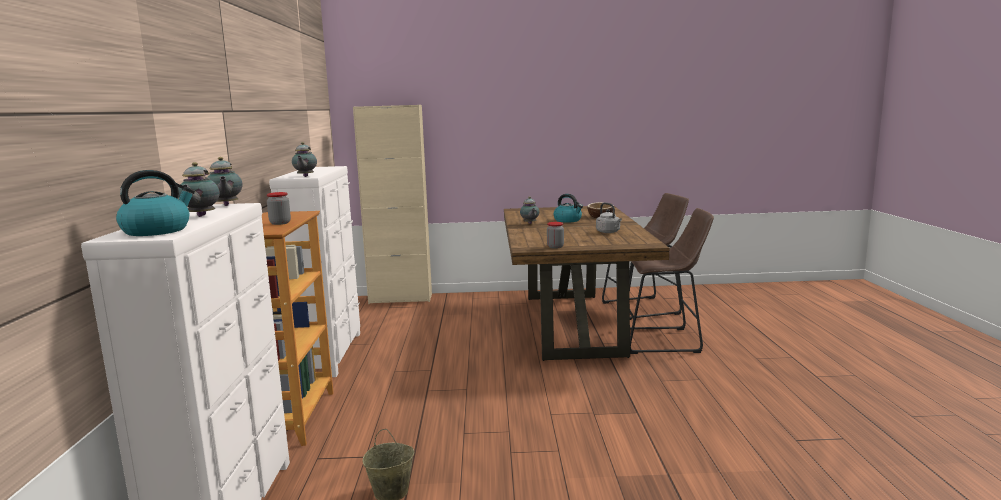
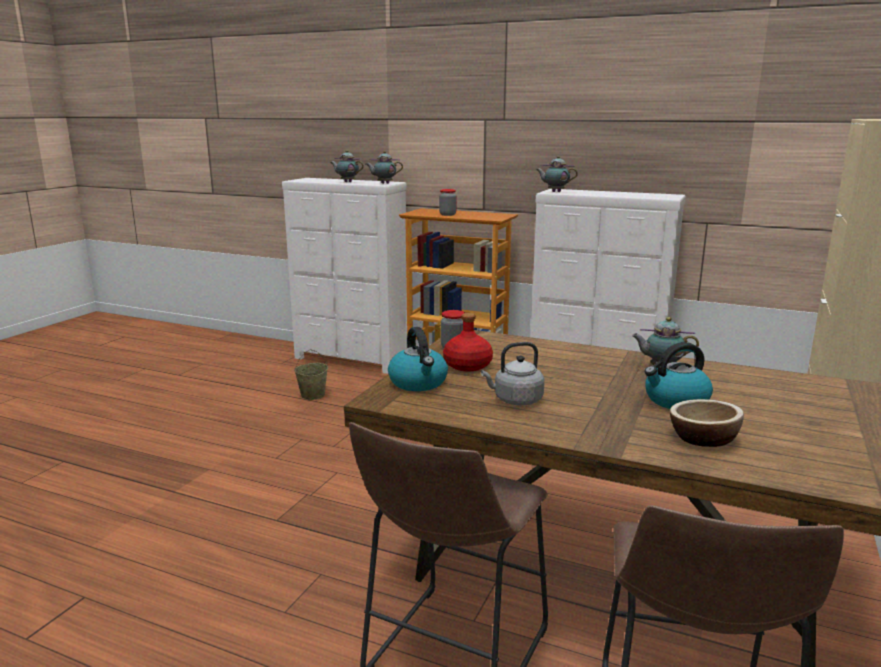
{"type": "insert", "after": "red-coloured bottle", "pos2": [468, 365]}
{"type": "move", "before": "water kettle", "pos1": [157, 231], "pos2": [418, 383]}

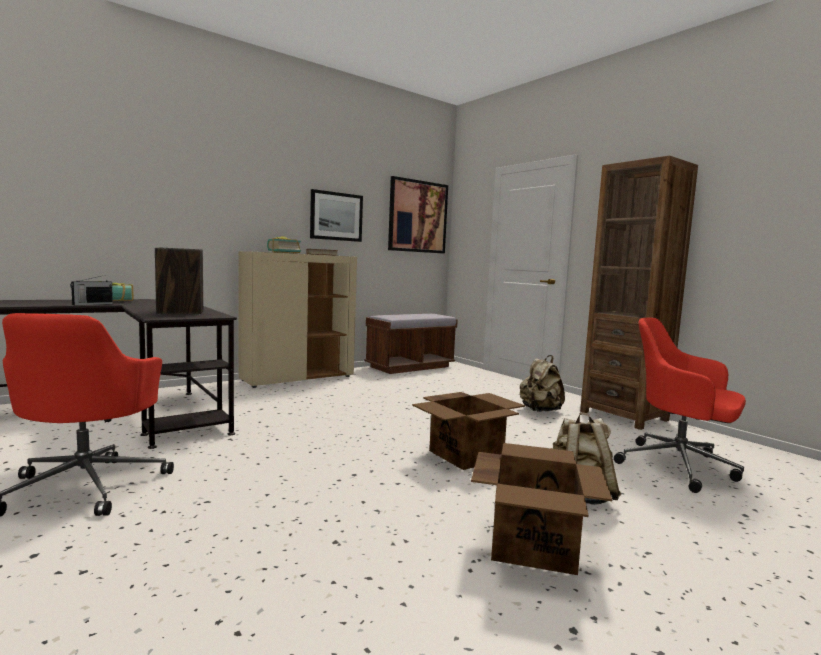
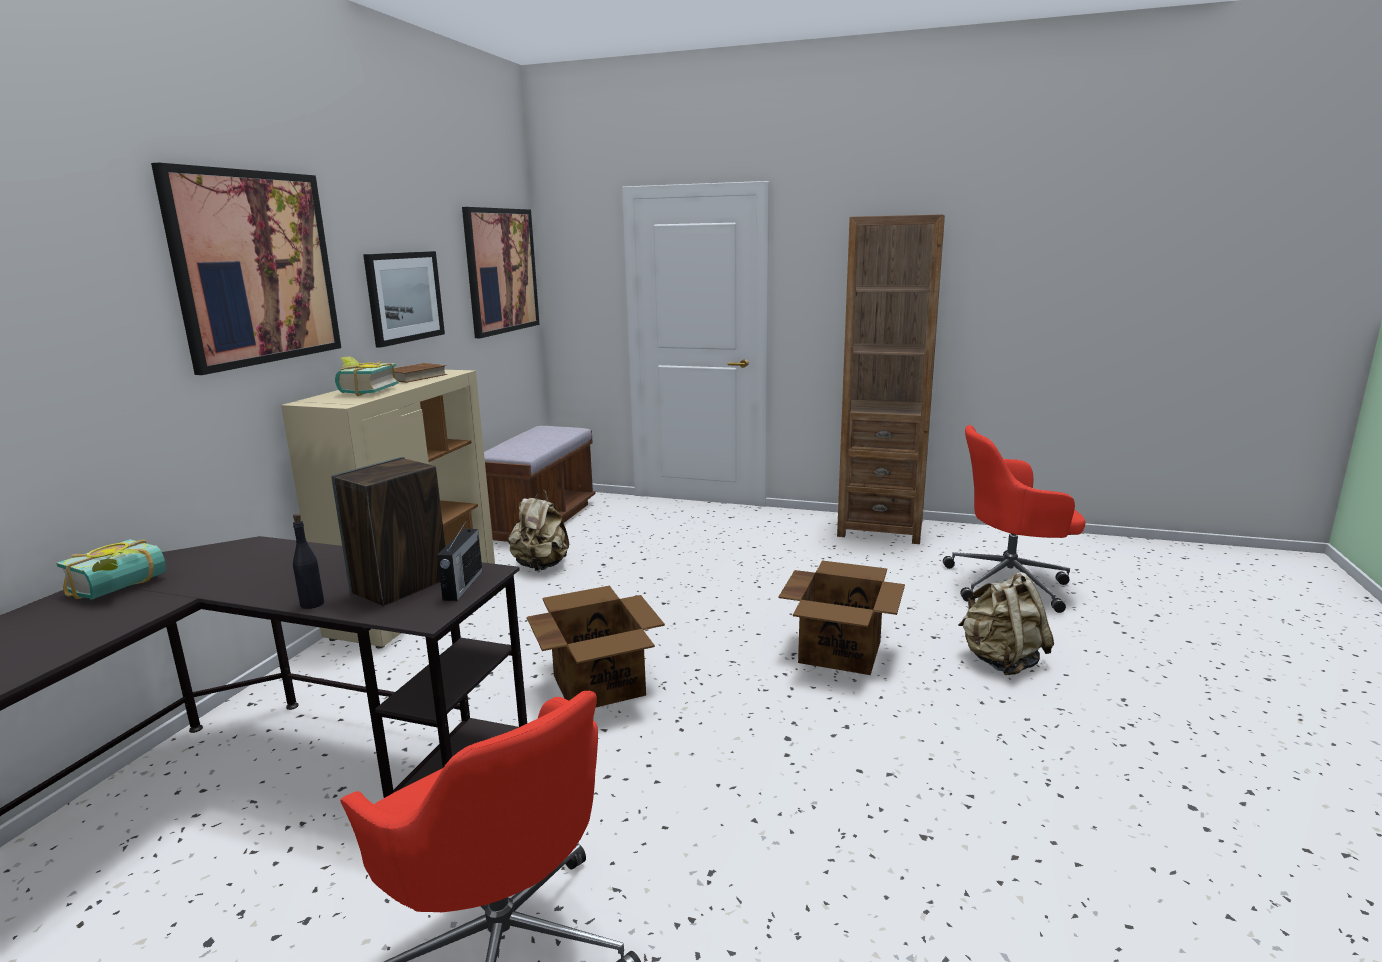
{"type": "insert", "after": "wall picture", "pos2": [255, 268]}
{"type": "insert", "after": "black bottle", "pos2": [312, 604]}
{"type": "move", "before": "radio set", "pos1": [92, 304], "pos2": [462, 586]}
{"type": "move", "before": "cardboard box", "pos1": [533, 544], "pos2": [599, 684]}
{"type": "move", "before": "beige-coloured backpack", "pos1": [540, 411], "pos2": [541, 566]}

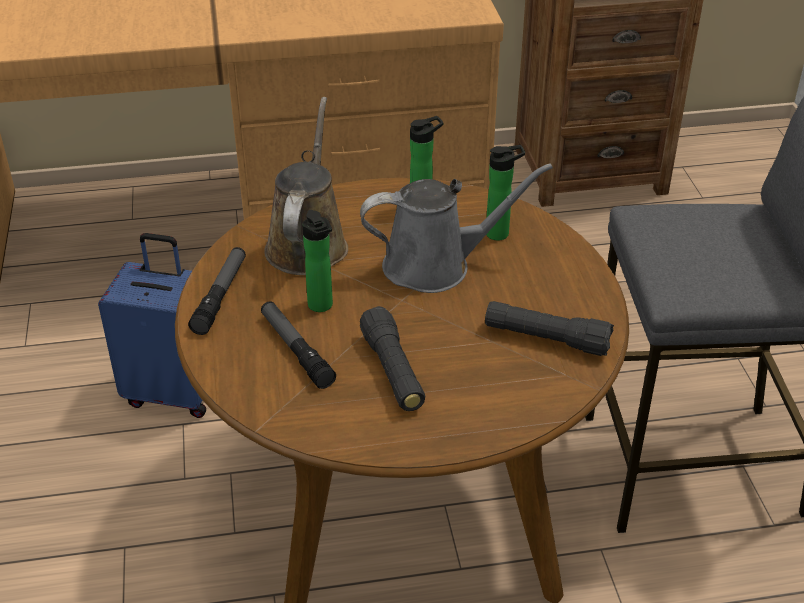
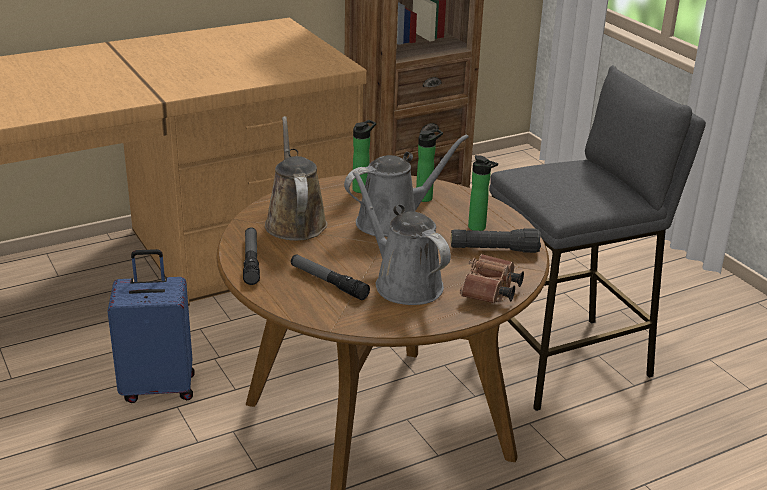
{"type": "insert", "after": "brownish binoculars", "pos2": [490, 292]}
{"type": "move", "before": "bottle", "pos1": [322, 307], "pos2": [479, 228]}
{"type": "replace", "before": "black hand torch", "after": "gray watering can", "pos1": [393, 371], "pos2": [404, 283]}

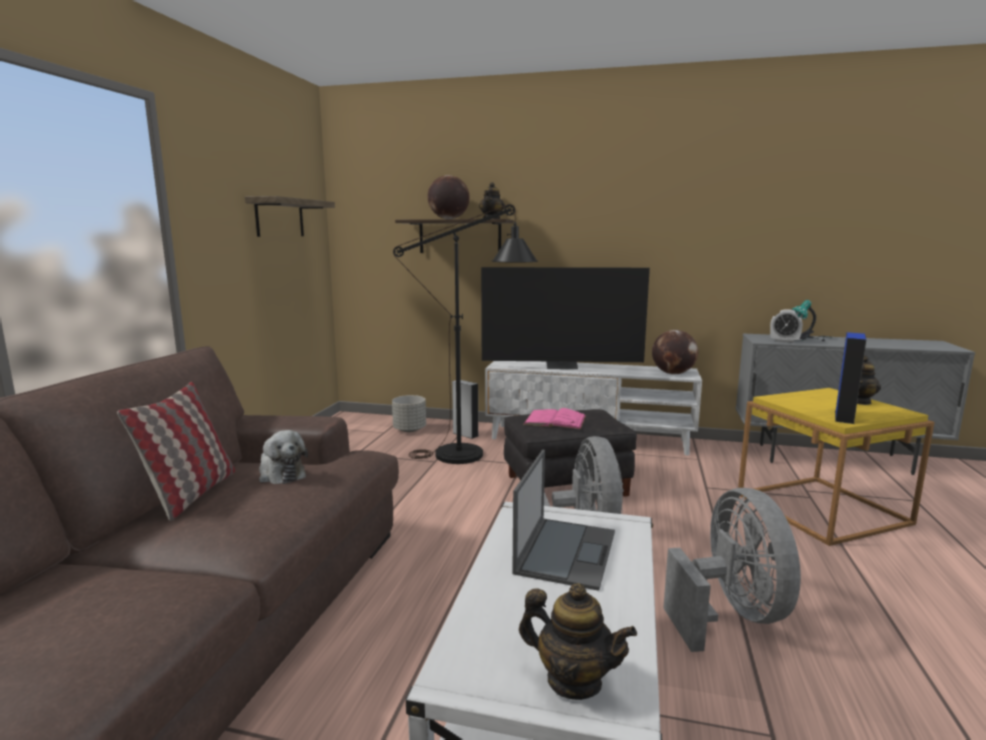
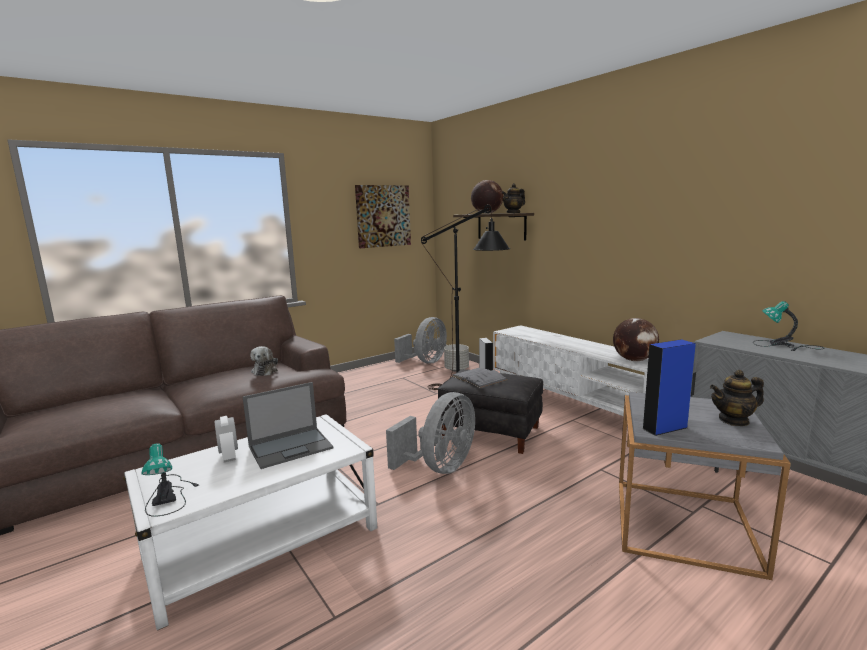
{"type": "delete", "before": "pillow", "pos1": [191, 494]}
{"type": "delete", "before": "television", "pos1": [562, 366]}
{"type": "move", "before": "gray electric fan", "pos1": [730, 614], "pos2": [425, 362]}
{"type": "move", "before": "table clock", "pos1": [784, 341], "pos2": [229, 456]}
{"type": "replace", "before": "bracket shelf", "after": "wall picture", "pos1": [280, 218], "pos2": [383, 216]}
{"type": "replace", "before": "tea pot", "after": "lamp for a table", "pos1": [573, 680], "pos2": [169, 494]}
{"type": "recolor", "before": "pinkish book", "after": "gray book", "pos1": [555, 420], "pos2": [479, 378]}
{"type": "recolor", "before": "yellow accent table", "after": "gray accent table", "pos1": [821, 508], "pos2": [683, 524]}

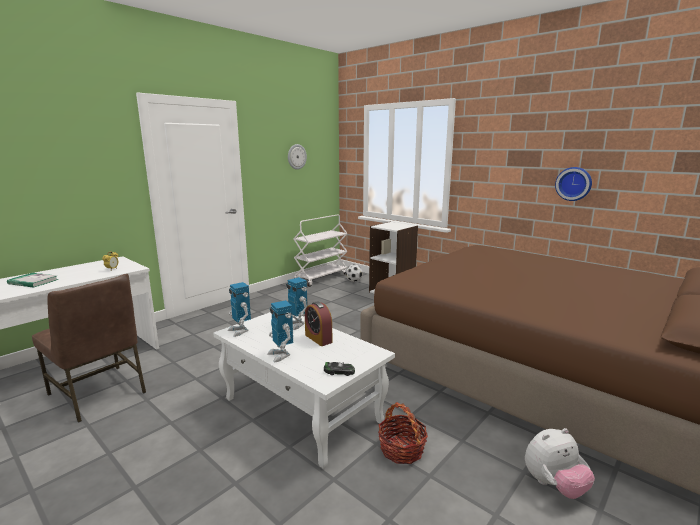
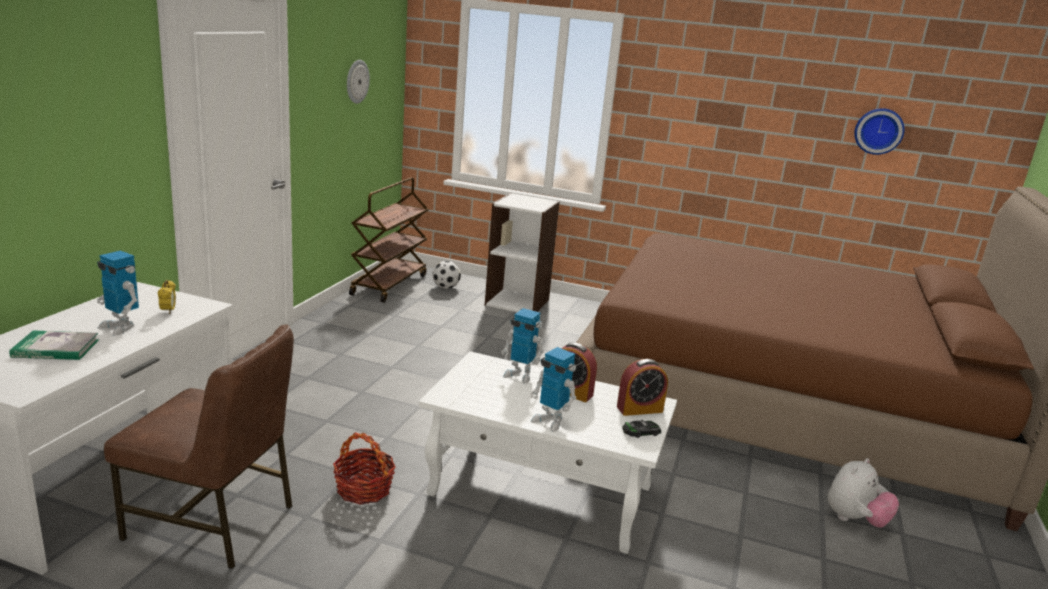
{"type": "insert", "after": "table clock", "pos2": [639, 409]}
{"type": "move", "before": "model robot", "pos1": [240, 331], "pos2": [120, 327]}
{"type": "move", "before": "storage basket", "pos1": [401, 449], "pos2": [363, 489]}
{"type": "move", "before": "hanging clock", "pos1": [574, 183], "pos2": [878, 131]}
{"type": "recolor", "before": "whitish cart", "after": "brownish cart", "pos1": [321, 277], "pos2": [389, 284]}

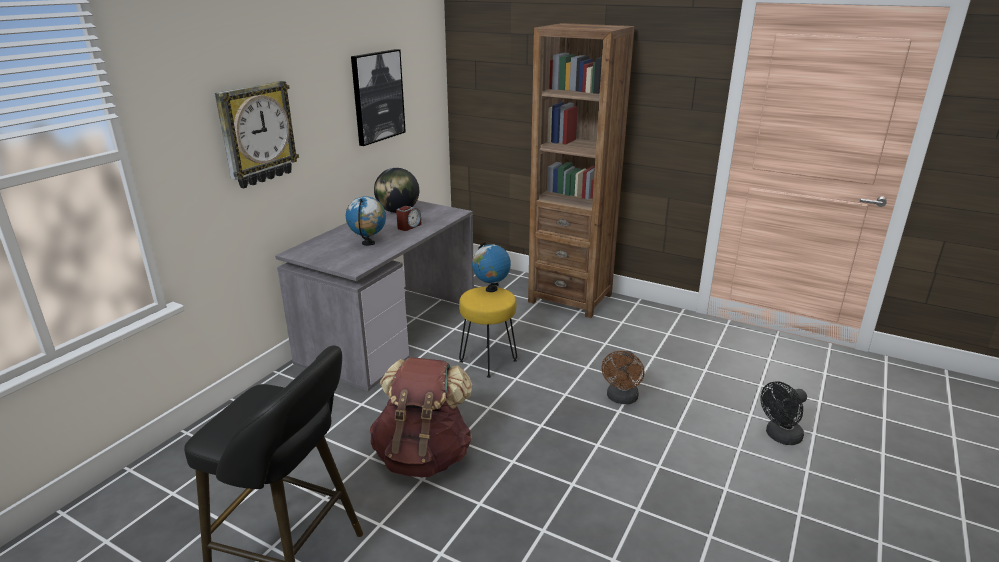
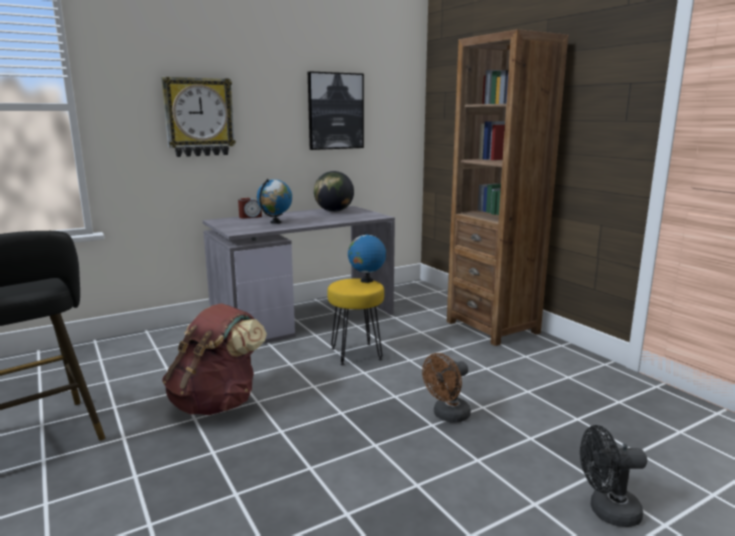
{"type": "move", "before": "table clock", "pos1": [409, 226], "pos2": [250, 217]}

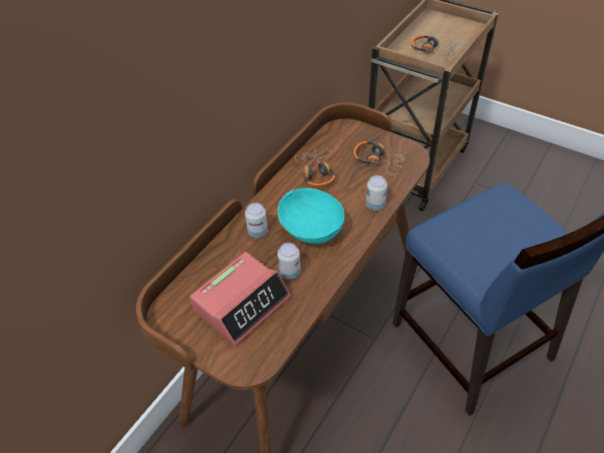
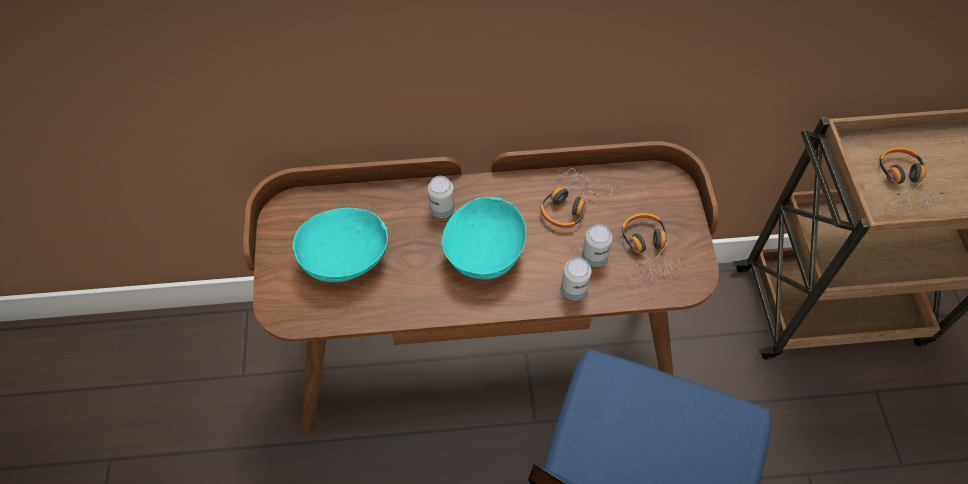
{"type": "move", "before": "sealed can", "pos1": [290, 272], "pos2": [594, 257]}
{"type": "replace", "before": "table clock", "after": "turquoise serving bowl", "pos1": [242, 303], "pos2": [345, 258]}

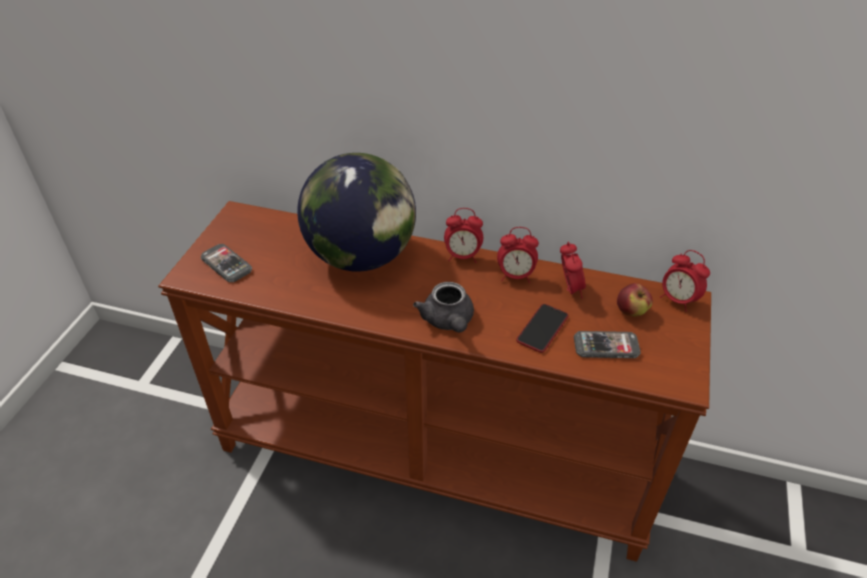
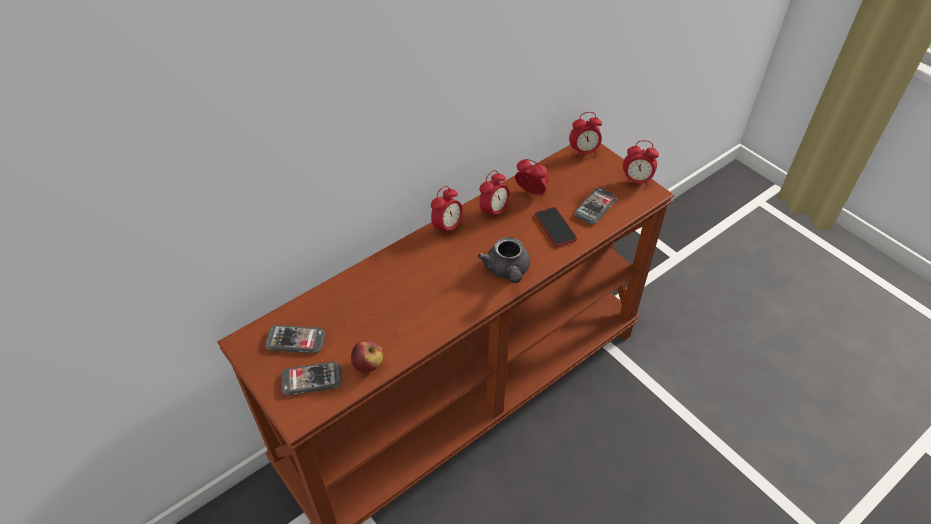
{"type": "delete", "before": "world globe", "pos1": [361, 257]}
{"type": "insert", "after": "handset", "pos2": [295, 340]}
{"type": "insert", "after": "table clock", "pos2": [636, 181]}
{"type": "move", "before": "apple fruit", "pos1": [631, 312], "pos2": [368, 365]}
{"type": "rotate", "before": "gray tea pot", "pos1": [448, 321], "pos2": [507, 271], "turn": 60}

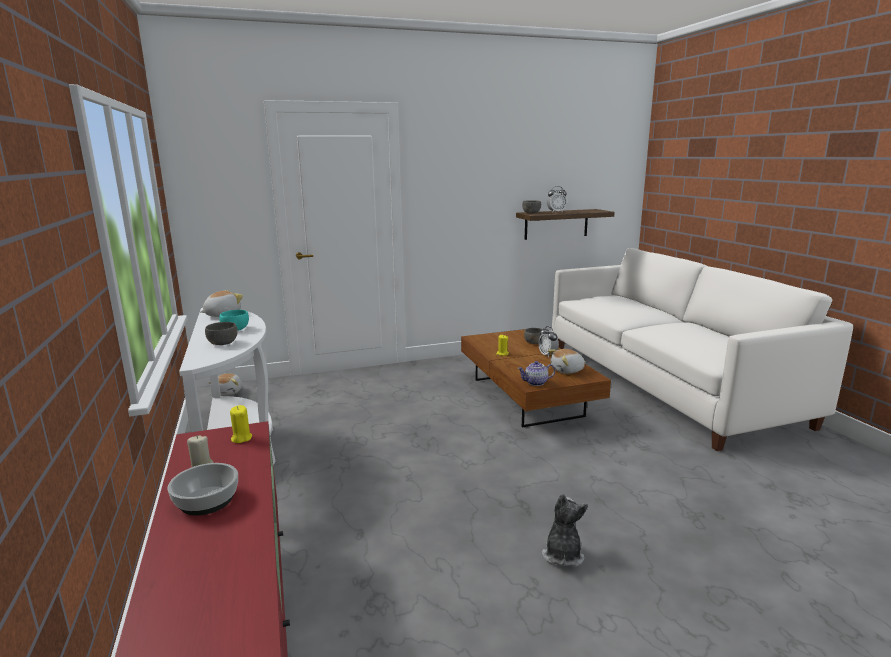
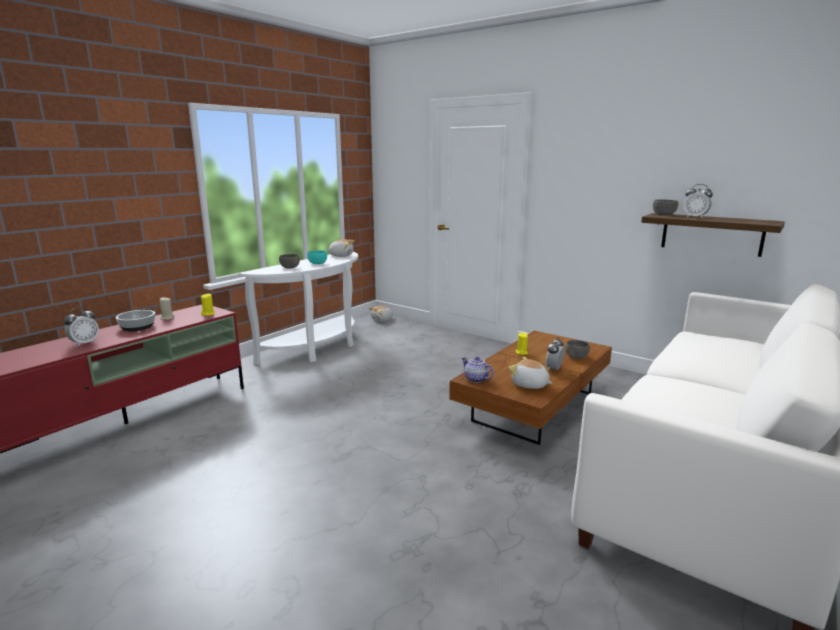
{"type": "delete", "before": "plush toy", "pos1": [562, 555]}
{"type": "insert", "after": "table clock", "pos2": [84, 343]}

